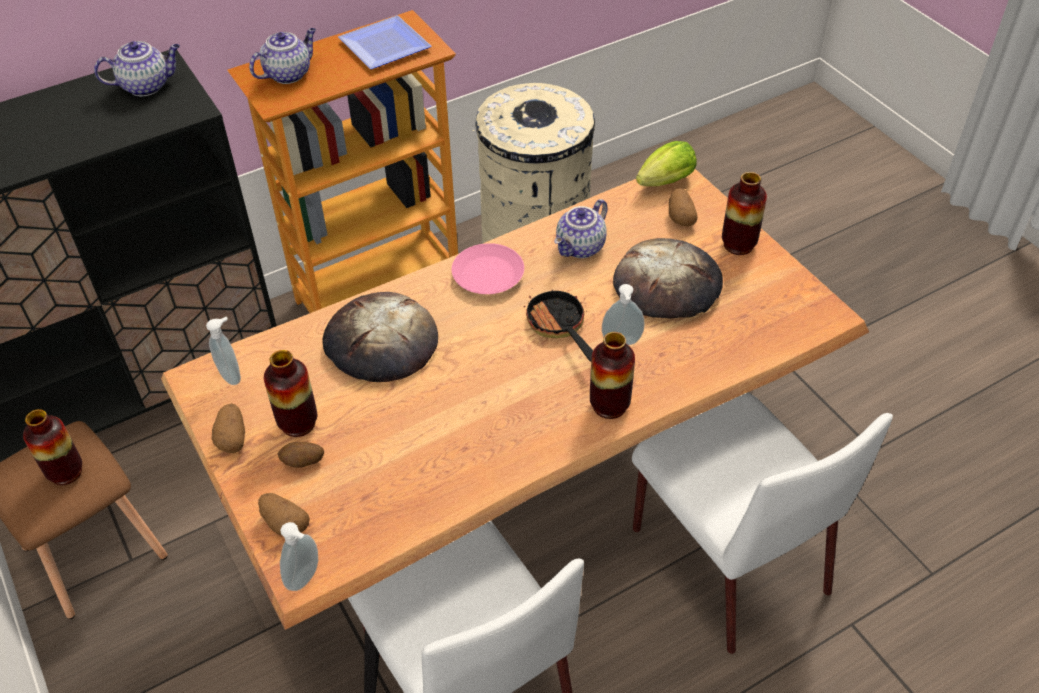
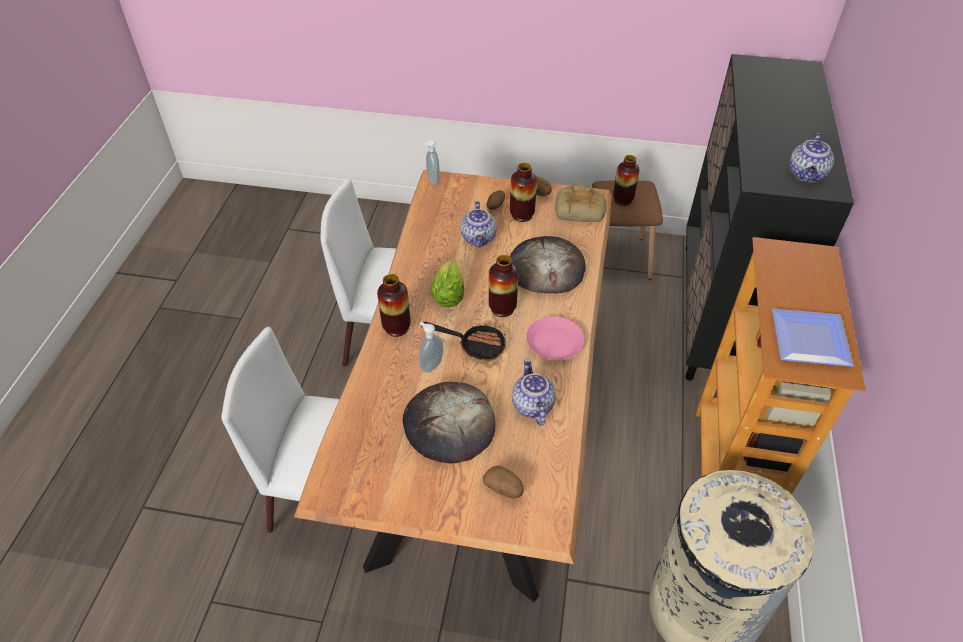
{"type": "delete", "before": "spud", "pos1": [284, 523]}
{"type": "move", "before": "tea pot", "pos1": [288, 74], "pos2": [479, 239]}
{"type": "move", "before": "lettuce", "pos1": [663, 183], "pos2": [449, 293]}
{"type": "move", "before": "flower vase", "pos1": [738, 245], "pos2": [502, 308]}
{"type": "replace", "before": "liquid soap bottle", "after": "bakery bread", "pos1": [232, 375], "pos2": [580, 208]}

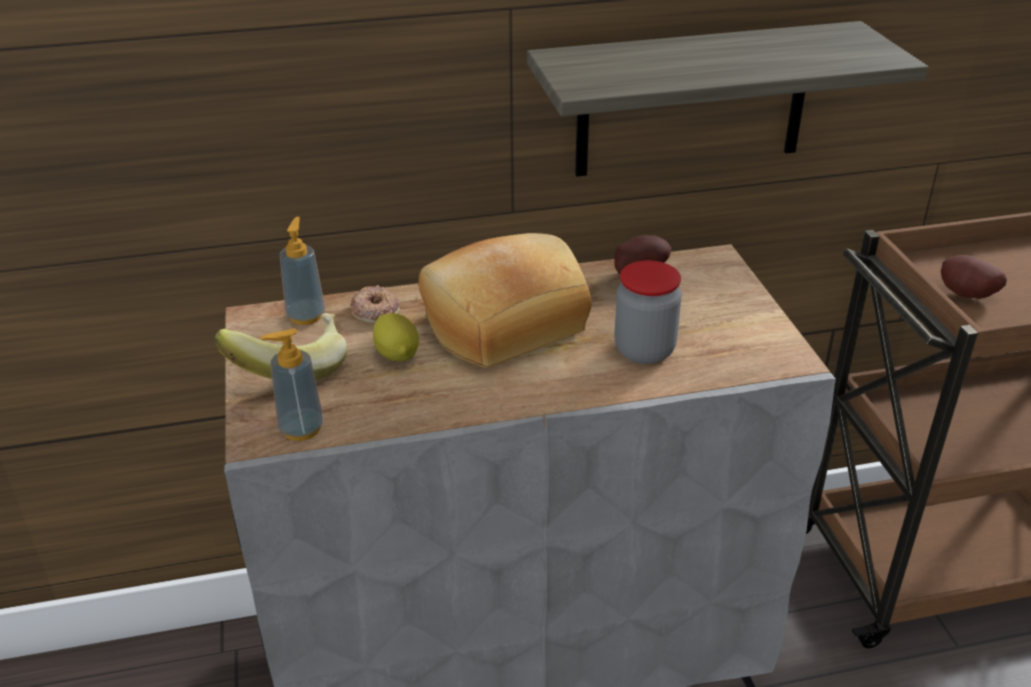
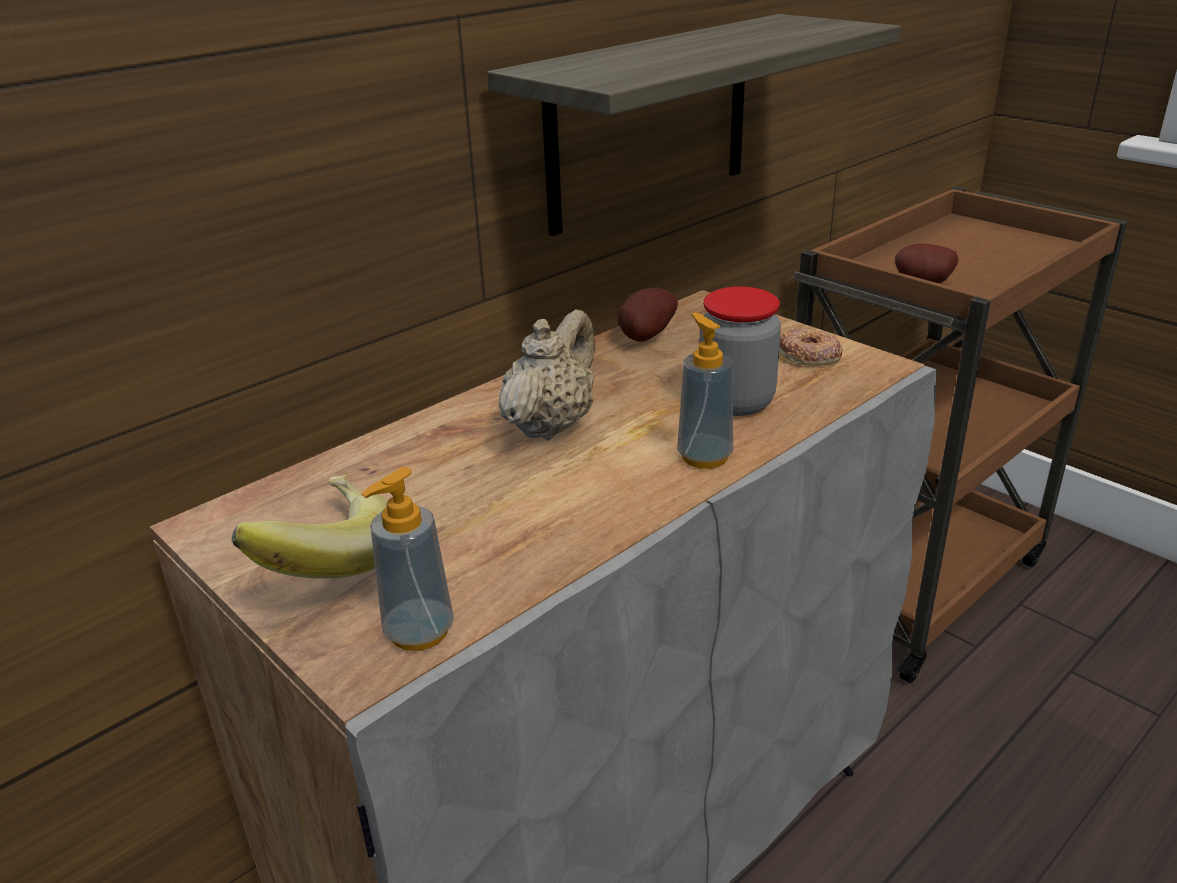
{"type": "delete", "before": "lemon", "pos1": [397, 354]}
{"type": "move", "before": "liquid soap bottle", "pos1": [306, 316], "pos2": [704, 456]}
{"type": "move", "before": "ring doughnut", "pos1": [375, 310], "pos2": [809, 355]}
{"type": "replace", "before": "bakery bread", "after": "beige-coloured tea pot", "pos1": [502, 322], "pos2": [551, 425]}

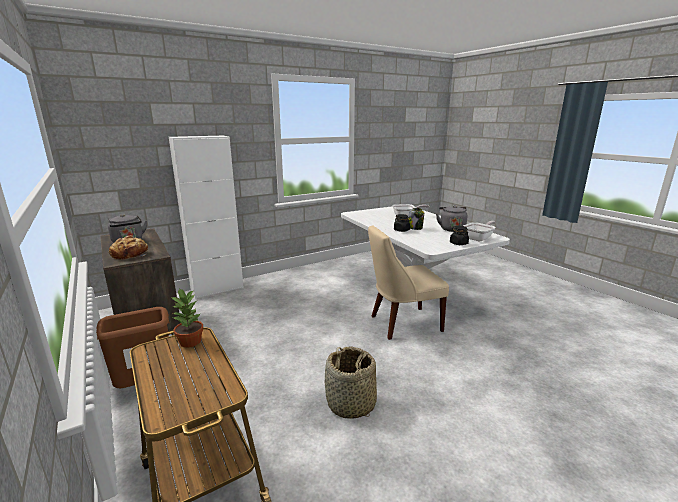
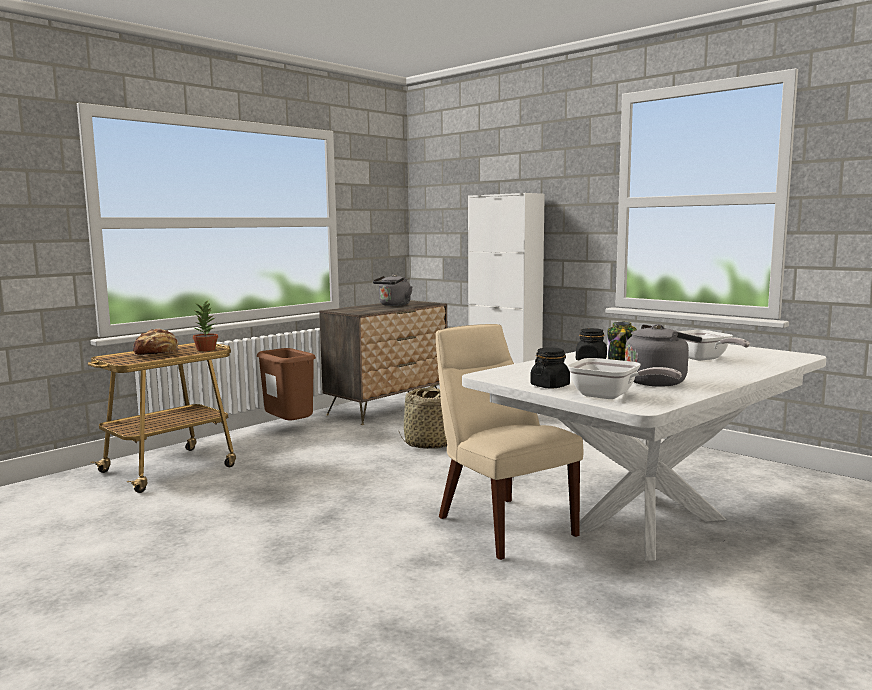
{"type": "move", "before": "bakery bread", "pos1": [130, 255], "pos2": [157, 354]}
{"type": "move", "before": "storage basket", "pos1": [351, 404], "pos2": [428, 444]}

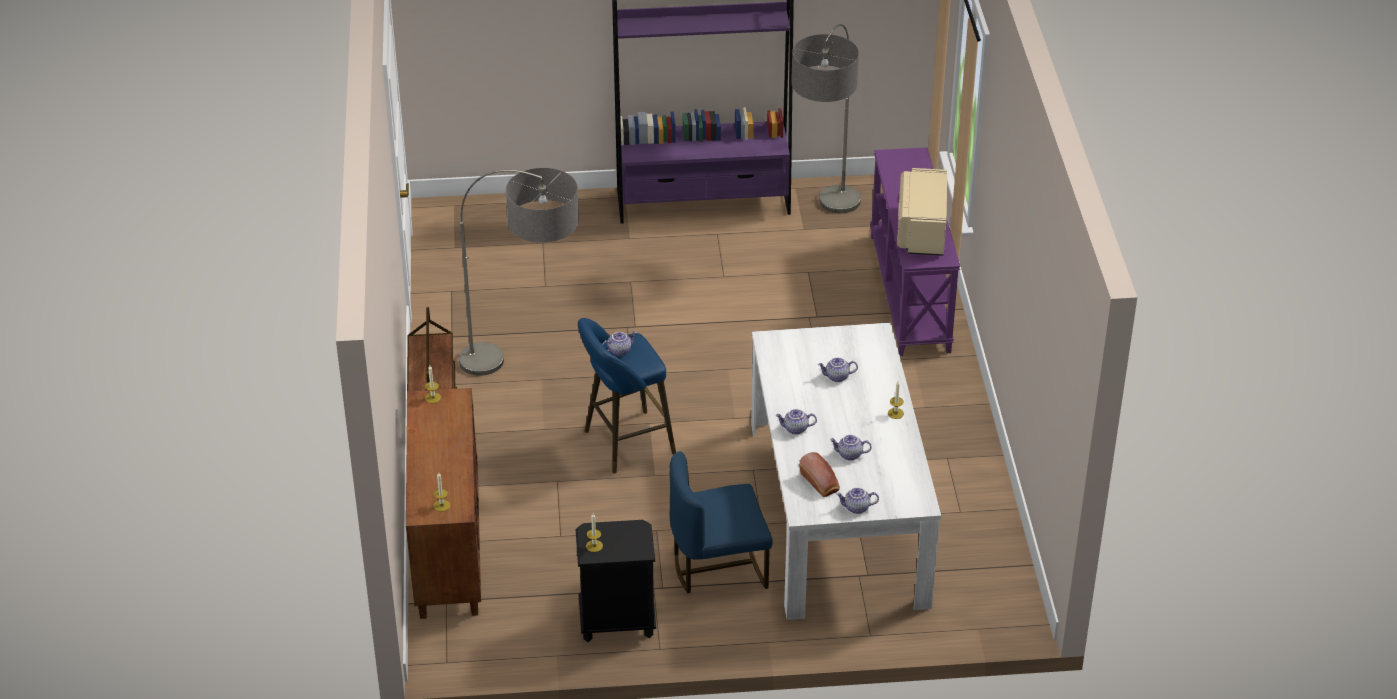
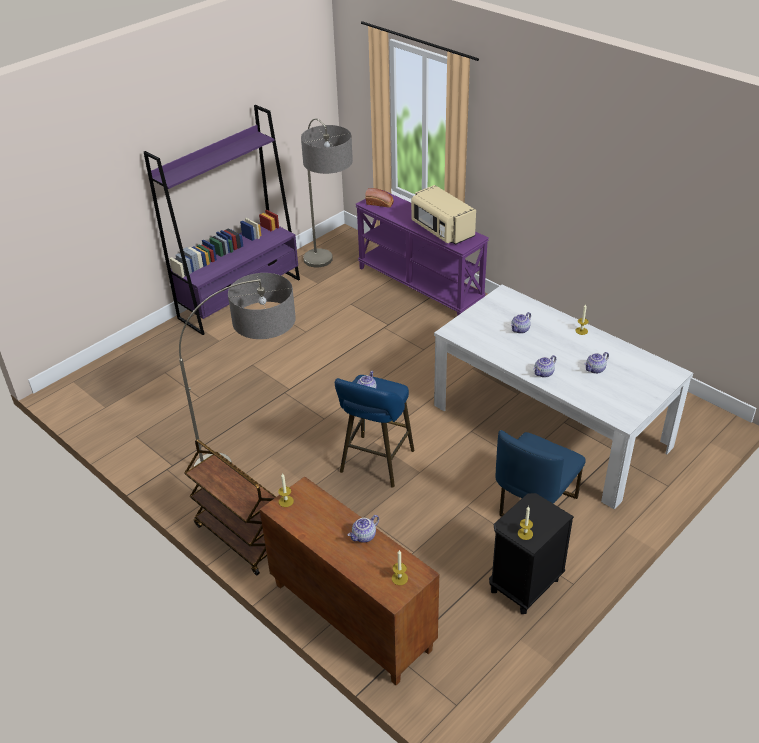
{"type": "move", "before": "bakery bread", "pos1": [820, 483], "pos2": [380, 203]}
{"type": "move", "before": "tea pot", "pos1": [856, 508], "pos2": [364, 536]}

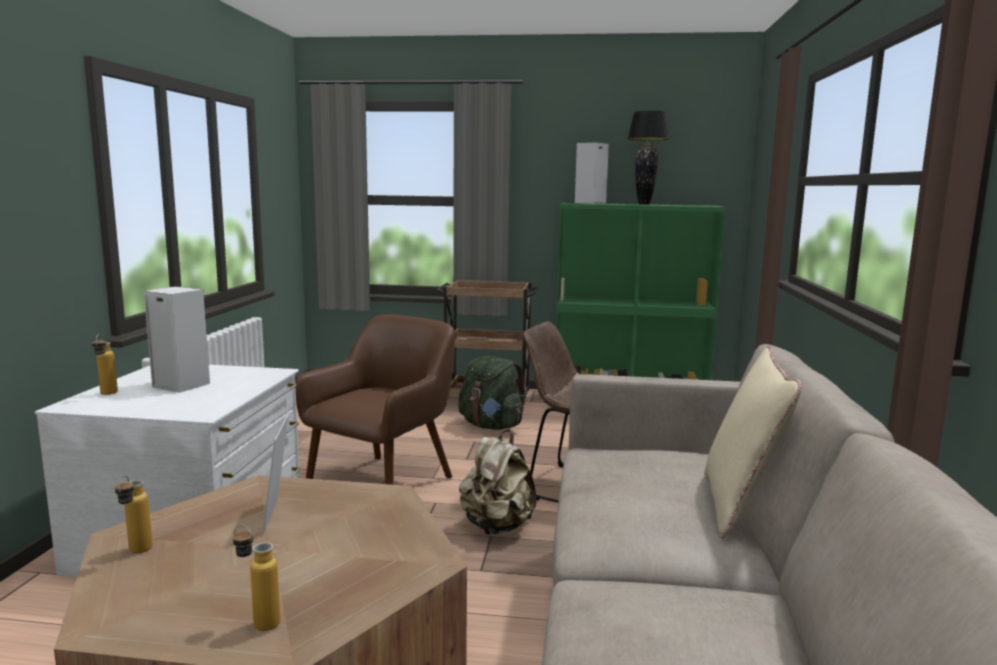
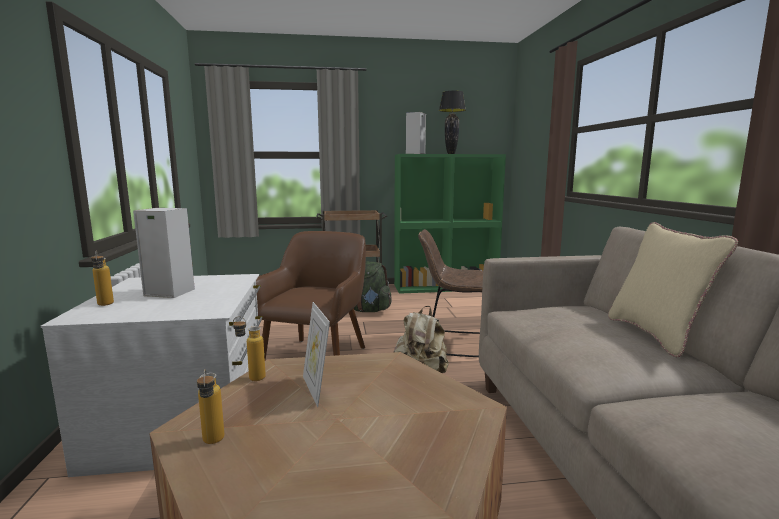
{"type": "move", "before": "bottle", "pos1": [258, 622], "pos2": [251, 377]}

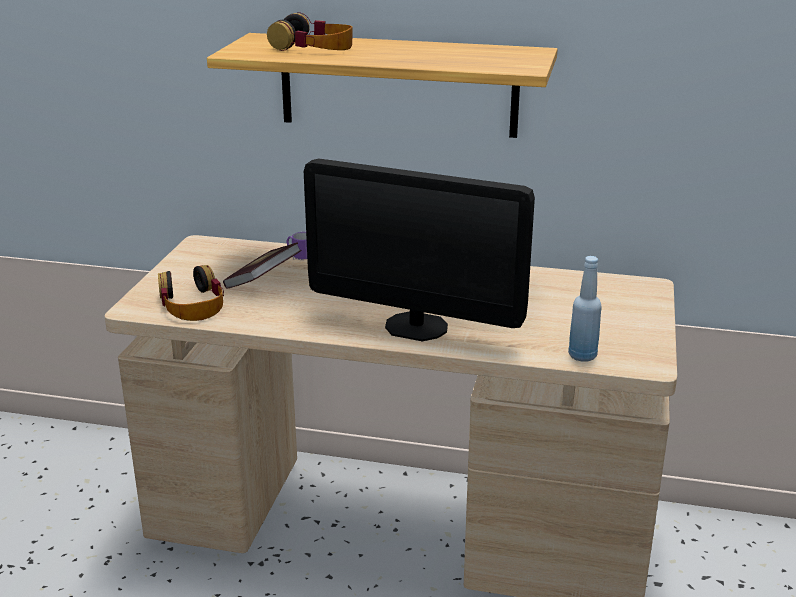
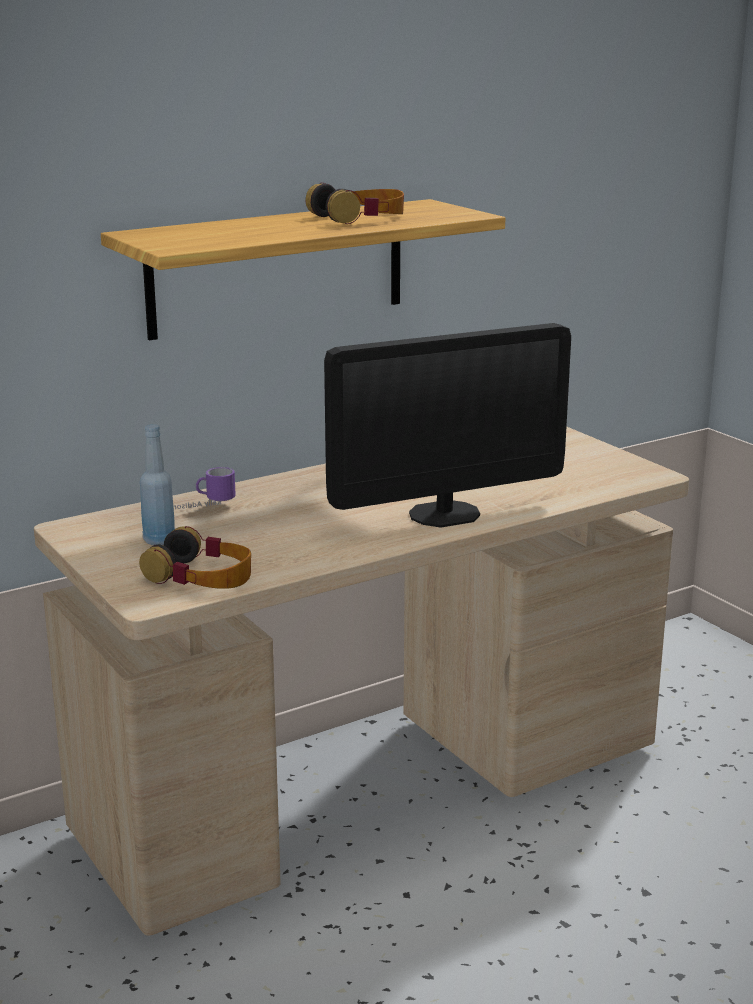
{"type": "delete", "before": "book", "pos1": [263, 280]}
{"type": "move", "before": "headset", "pos1": [313, 46], "pos2": [359, 217]}
{"type": "move", "before": "blue bottle", "pos1": [582, 356], "pos2": [159, 540]}

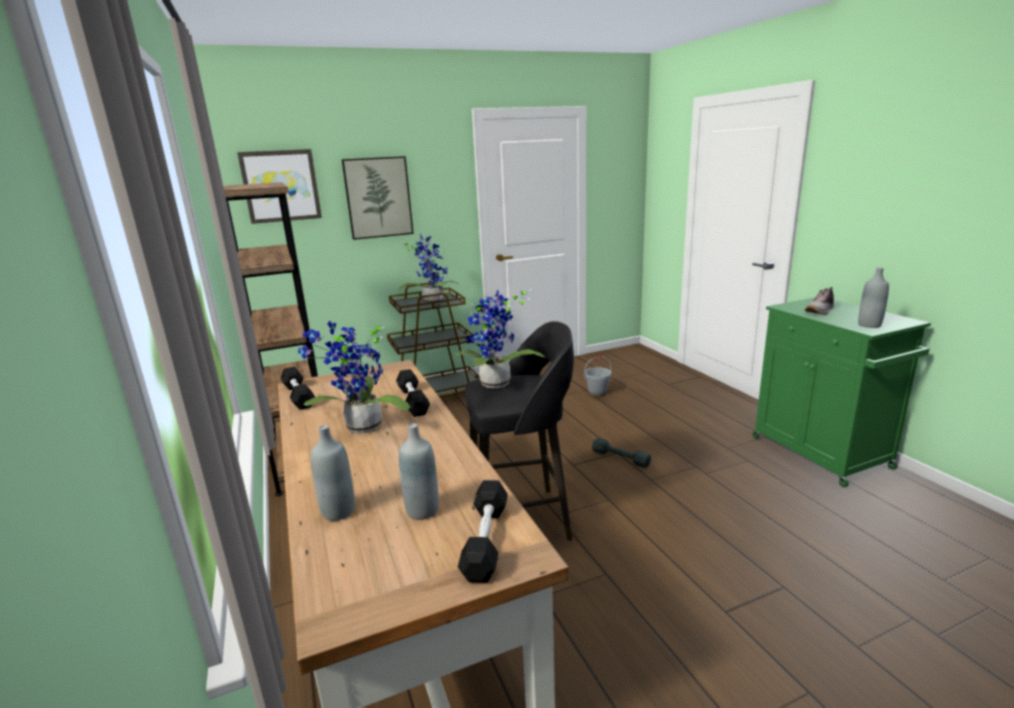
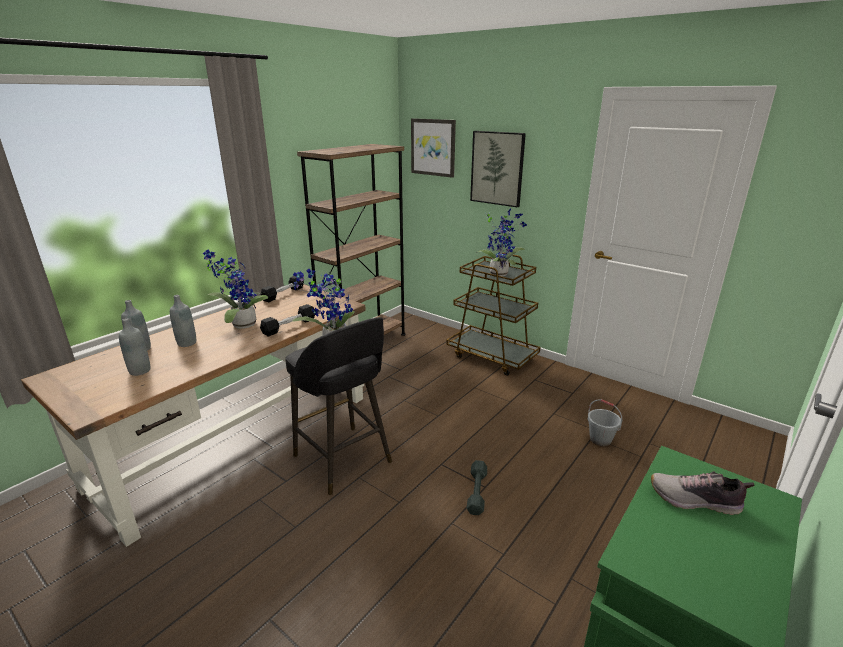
{"type": "delete", "before": "black free weight", "pos1": [486, 540]}
{"type": "move", "before": "gray bottle", "pos1": [869, 325], "pos2": [187, 343]}

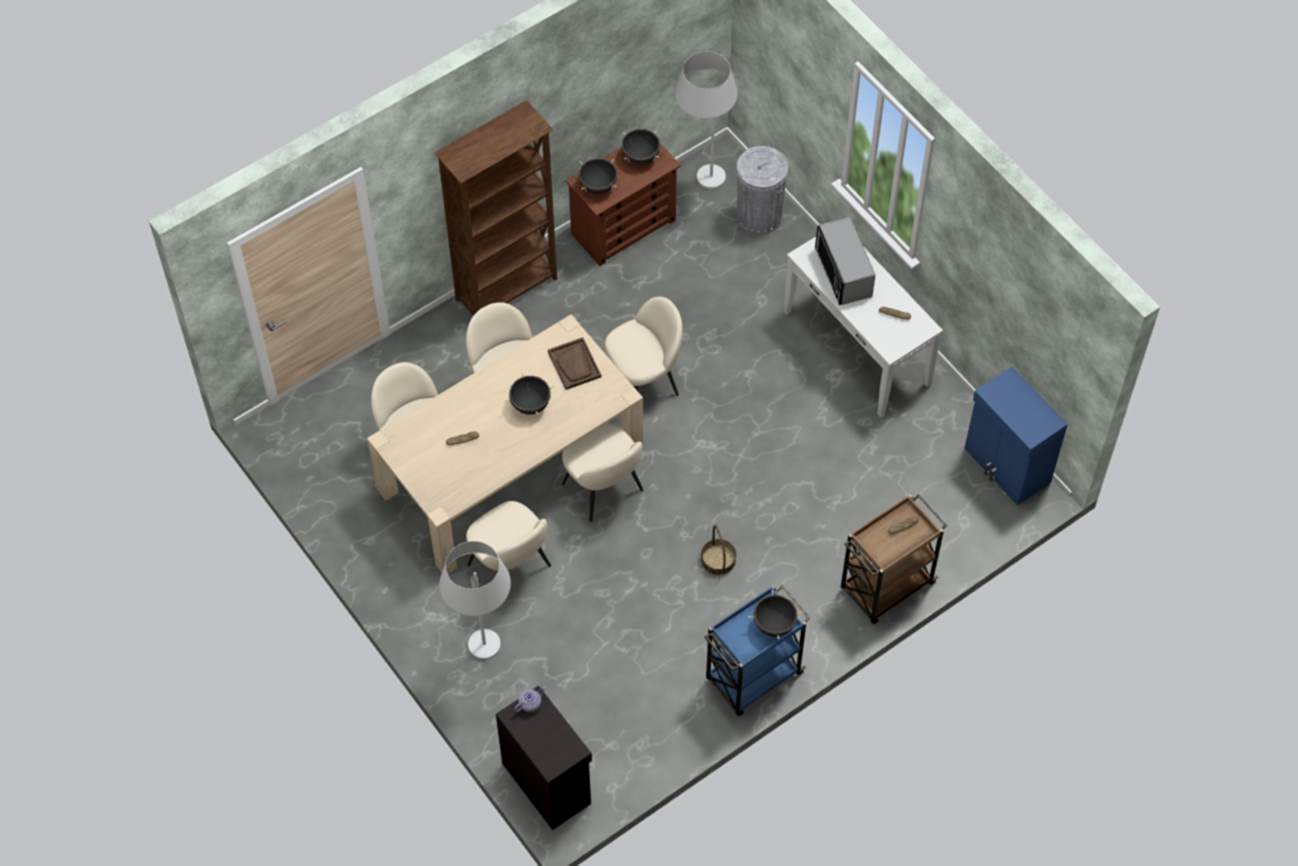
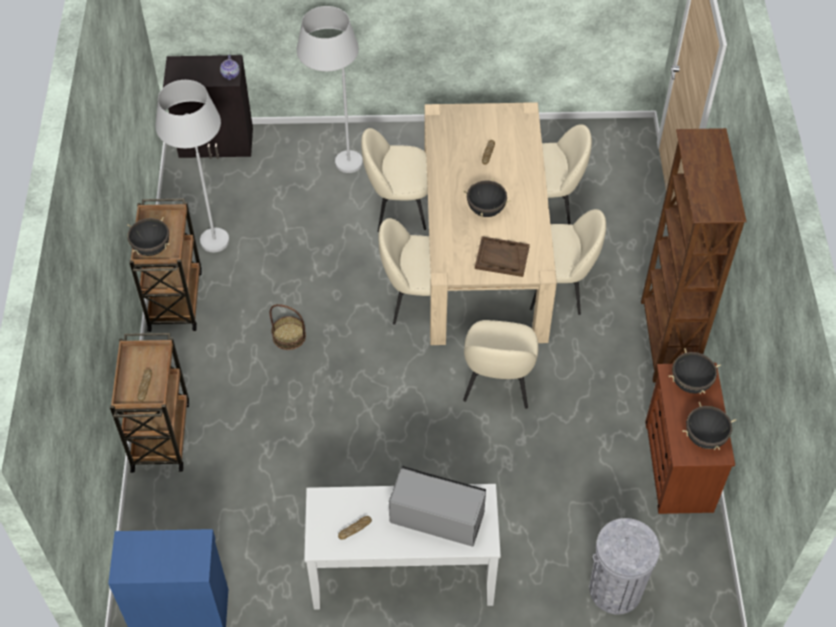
{"type": "move", "before": "whitish standard lamp", "pos1": [703, 189], "pos2": [209, 229]}
{"type": "recolor", "before": "blue cart", "after": "brownish cart", "pos1": [752, 677], "pos2": [175, 299]}

